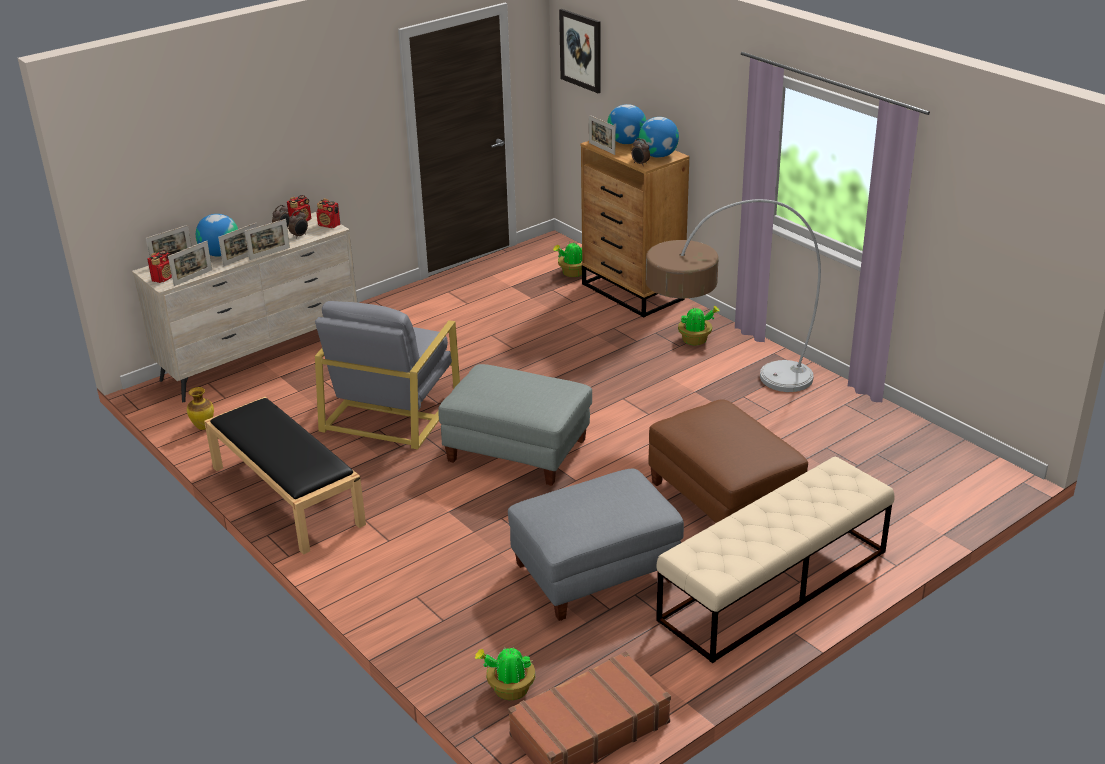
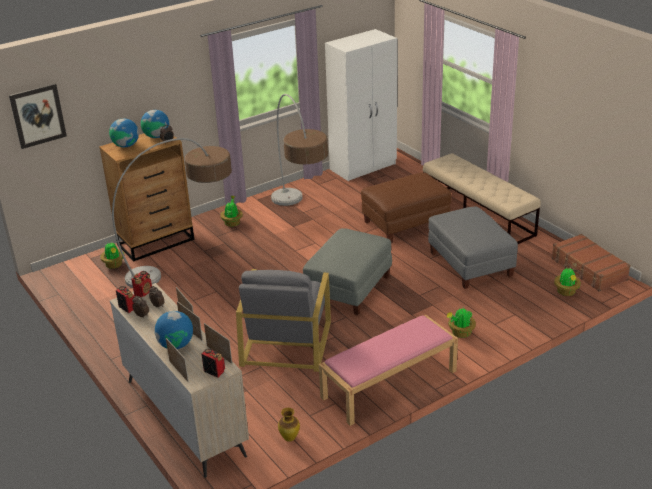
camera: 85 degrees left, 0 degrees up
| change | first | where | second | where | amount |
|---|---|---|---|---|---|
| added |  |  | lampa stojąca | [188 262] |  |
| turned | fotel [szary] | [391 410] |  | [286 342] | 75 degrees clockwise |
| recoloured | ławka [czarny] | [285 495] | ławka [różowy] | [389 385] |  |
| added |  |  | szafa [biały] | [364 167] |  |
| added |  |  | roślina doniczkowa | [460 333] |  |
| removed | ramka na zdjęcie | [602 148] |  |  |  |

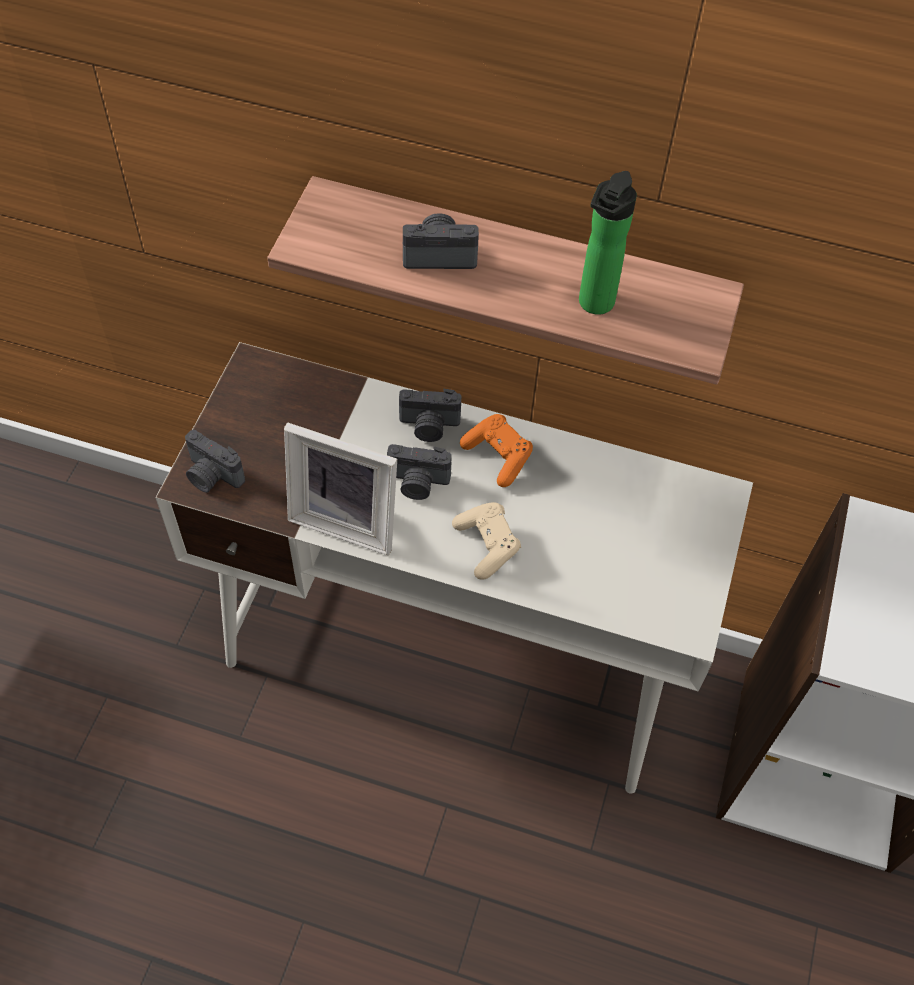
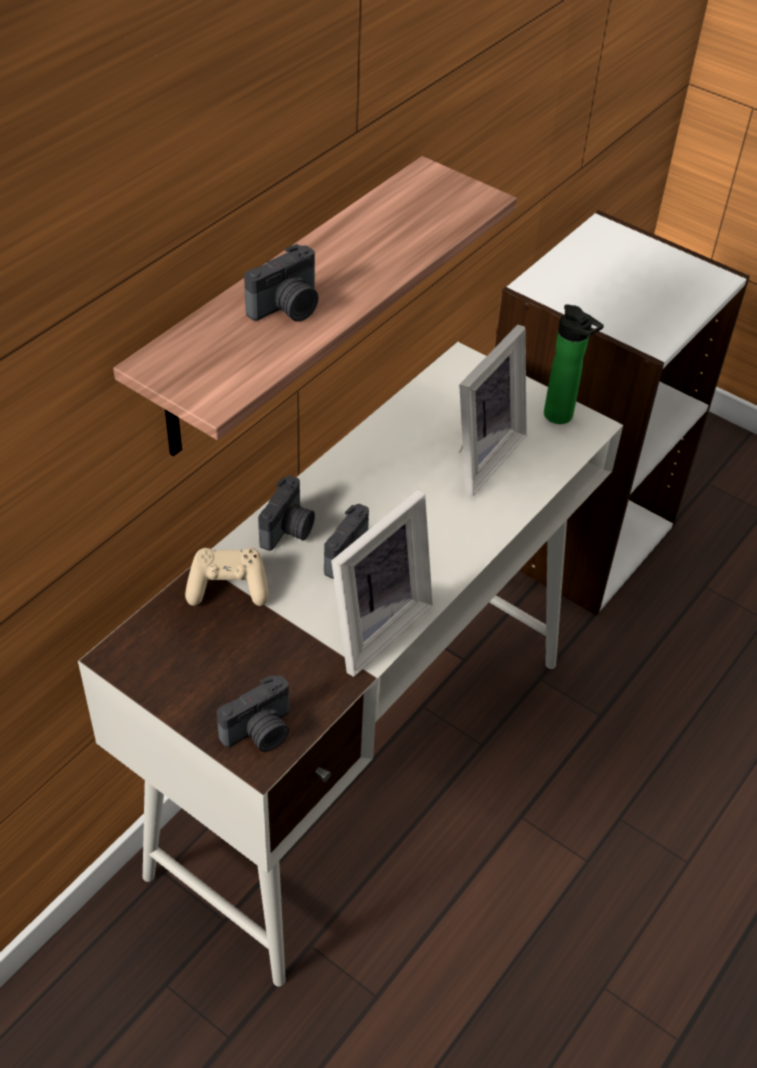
camera: 70 degrees left, 10 degrees down
| change | first | where | second | where | amount |
|---|---|---|---|---|---|
| moved | pad do gier [beżowy] | [487 545] |  | [228 587] |  |
| turned | aparat fotograficzny | [439 254] |  | [288 308] | 150 degrees counterclockwise |
| added |  |  | ramka na zdjęcie | [478 456] |  |
| moved | butelka | [593 305] |  | [561 417] |  |
| removed | pad do gier [pomarańczowy] | [498 456] |  |  |  |

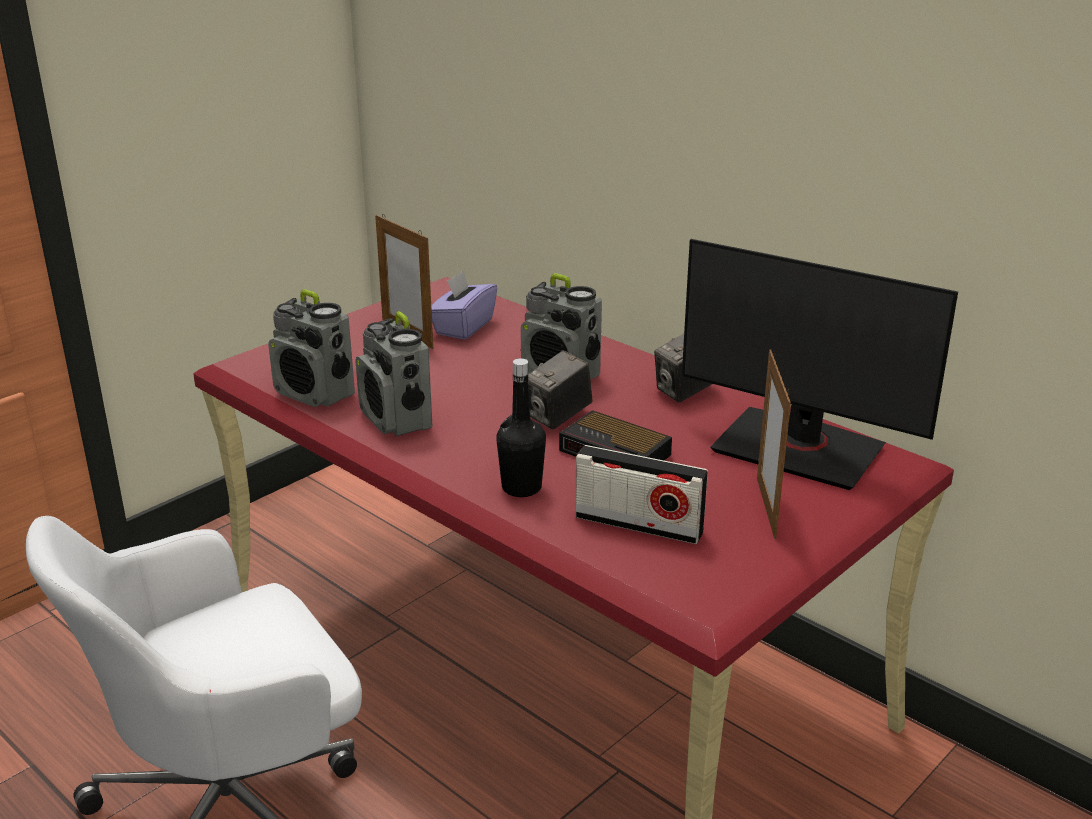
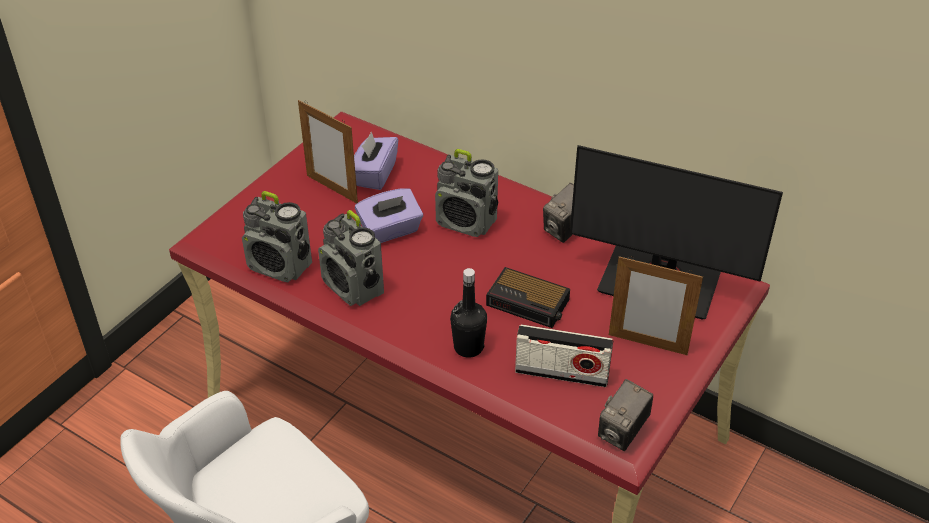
camera: 10 degrees left, 15 degrees up
| change | first | where | second | where | amount |
|---|---|---|---|---|---|
| added |  |  | pudełko chusteczek [fioletowy] | [390 230] |  |
| moved | aparat fotograficzny | [558 417] |  | [622 432] |  |
| turned | ramka na zdjęcie | [766 507] |  | [647 344] | 60 degrees counterclockwise |

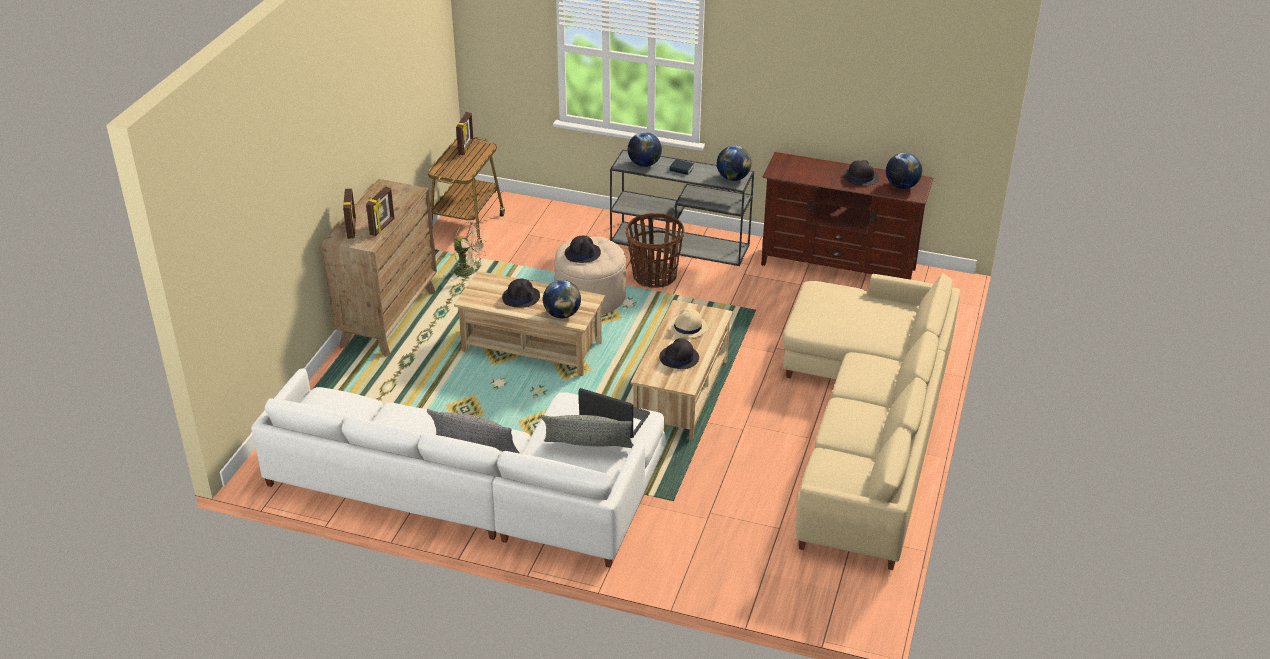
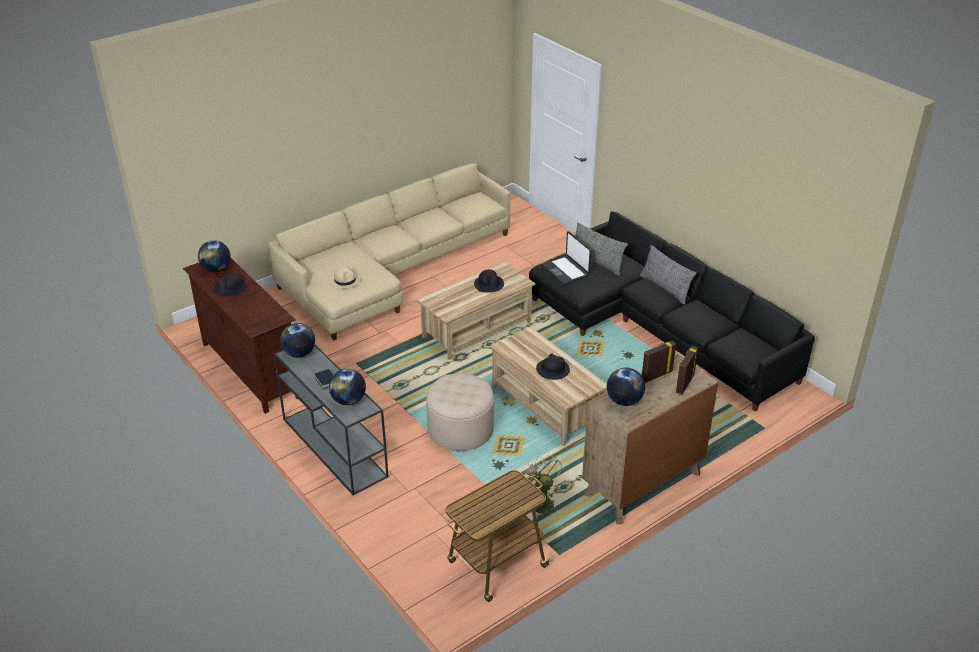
camera: 145 degrees left, 0 degrees up
| change | first | where | second | where | amount |
|---|---|---|---|---|---|
| moved | kapelusz [beżowy] | [688 327] |  | [345 280] |  |
| recoloured | kanapa [biały] | [480 488] | kanapa [czarny] | [657 327] |  |
| moved | globus | [562 314] |  | [624 401] |  |
| removed | ramka na zdjęcie | [466 148] |  |  |  |
| removed | kapelusz [czarny] | [582 253] |  |  |  |
| removed | koszyk | [654 276] |  |  |  |

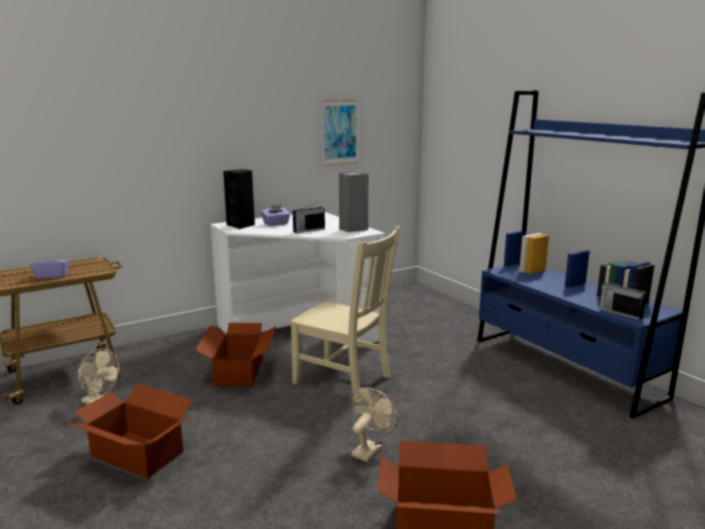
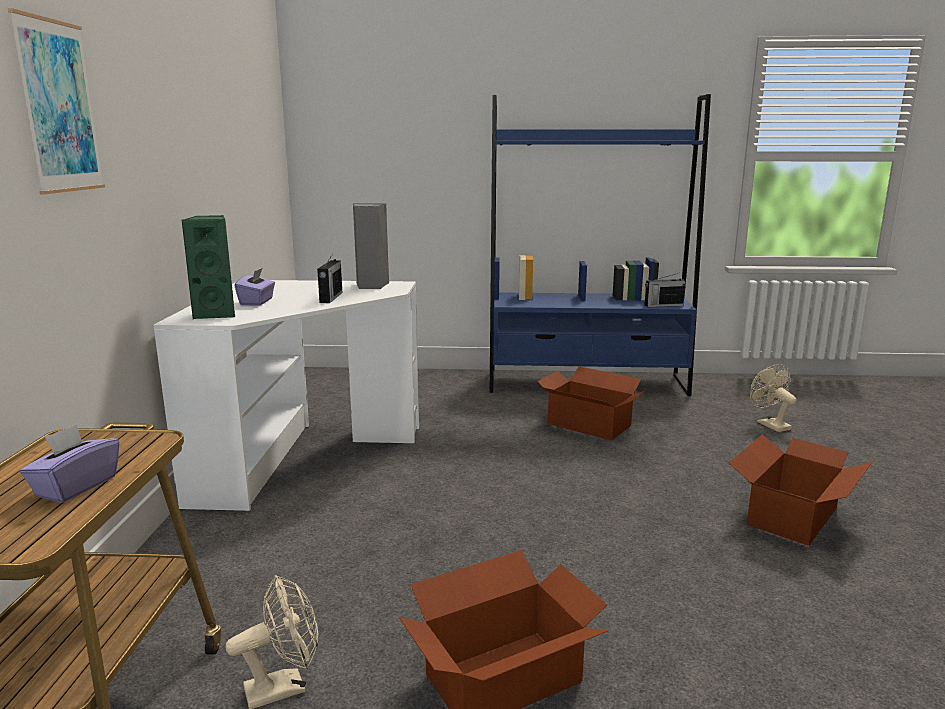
camera: 55 degrees left, 0 degrees up
| change | first | where | second | where | amount |
|---|---|---|---|---|---|
| moved | obraz | [340 132] |  | [59 107] |  |
| recoloured | głośnik [czarny] | [241 225] | głośnik [zielony] | [217 314] |  |
| moved | karton | [240 371] |  | [589 424] |  |
| moved | wentylator [beżowy] | [369 449] |  | [769 424] |  |
| removed | krzesło [beżowy] | [345 380] |  |  |  |

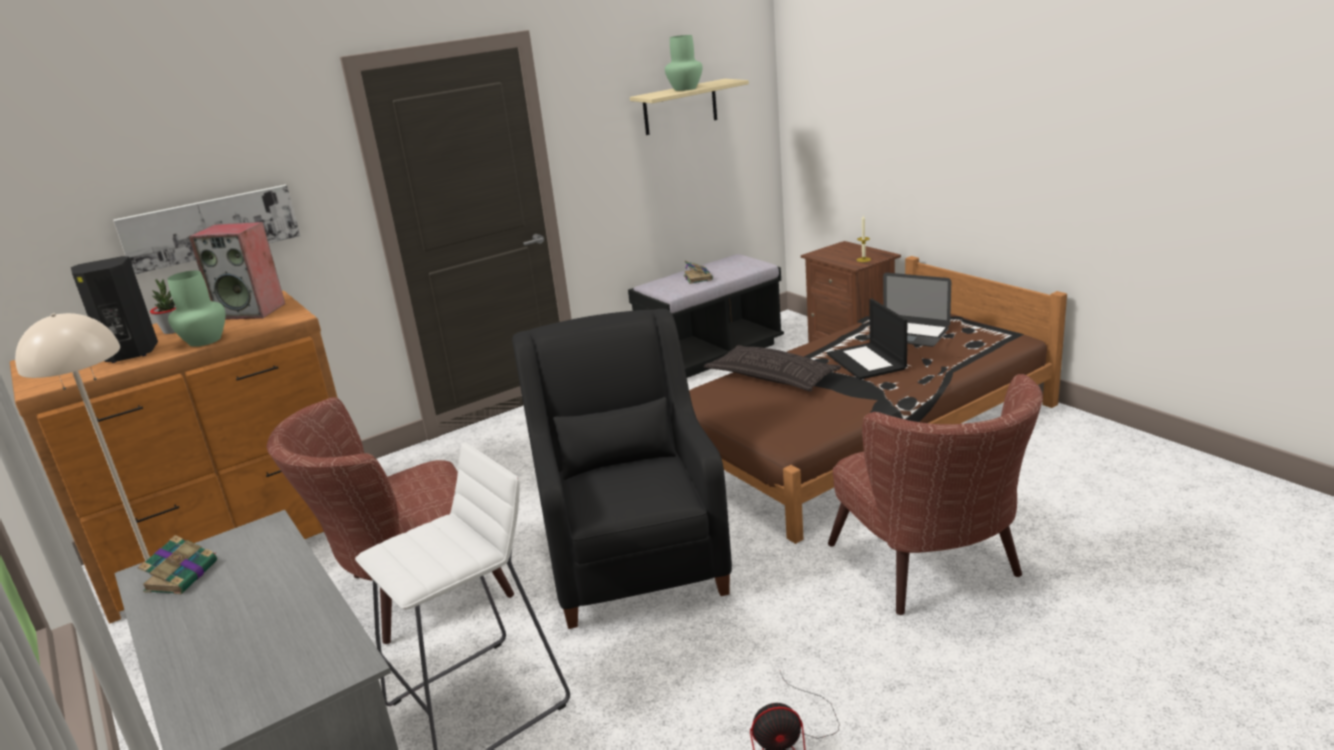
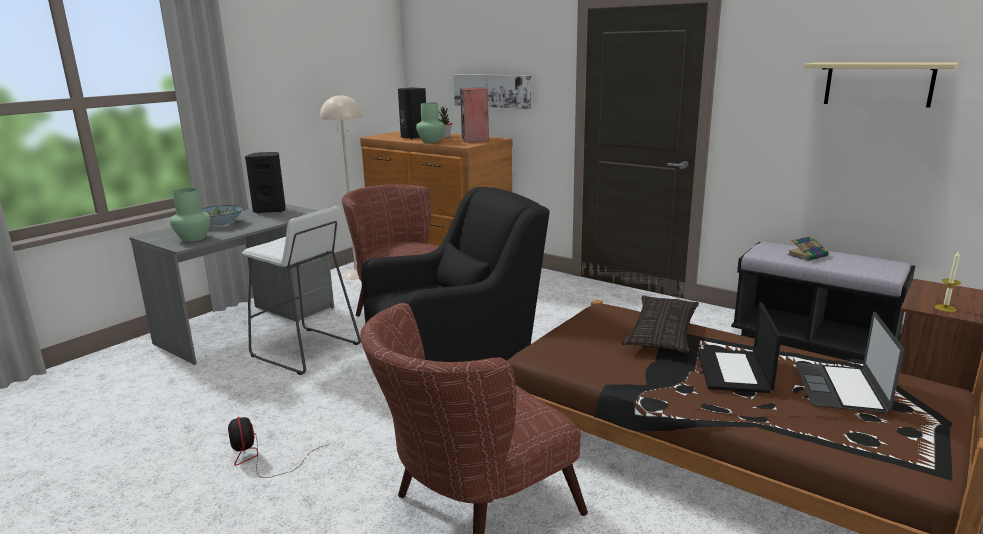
camera: 70 degrees right, 5 degrees down
| change | first | where | second | where | amount |
|---|---|---|---|---|---|
| moved | wazon [zielony] | [685 88] |  | [194 238] |  |
| added |  |  | miska | [220 224] |  |
| replaced | książka | [183 575] | głośnik [czarny] | [271 210] |  |
| turned | laptop | [867 361] |  | [734 371] | 45 degrees counterclockwise |

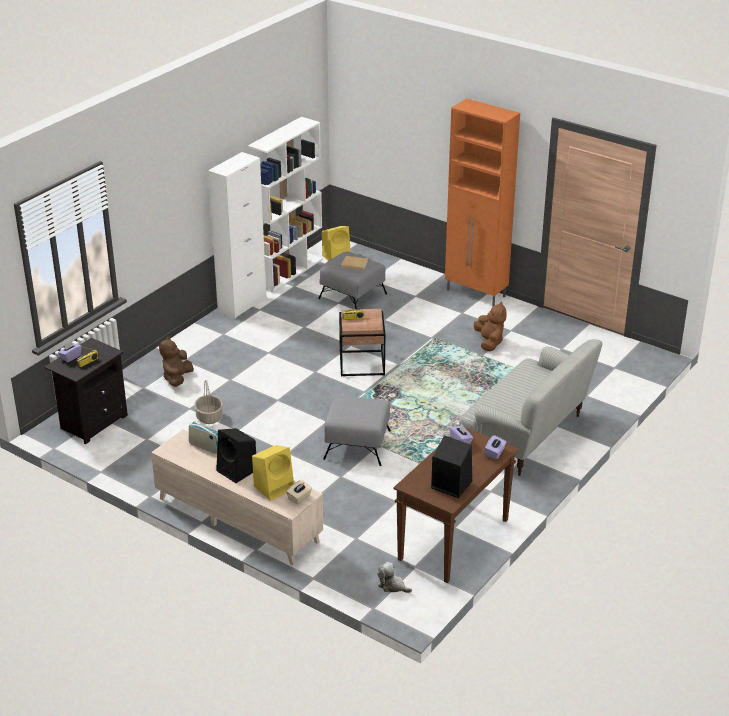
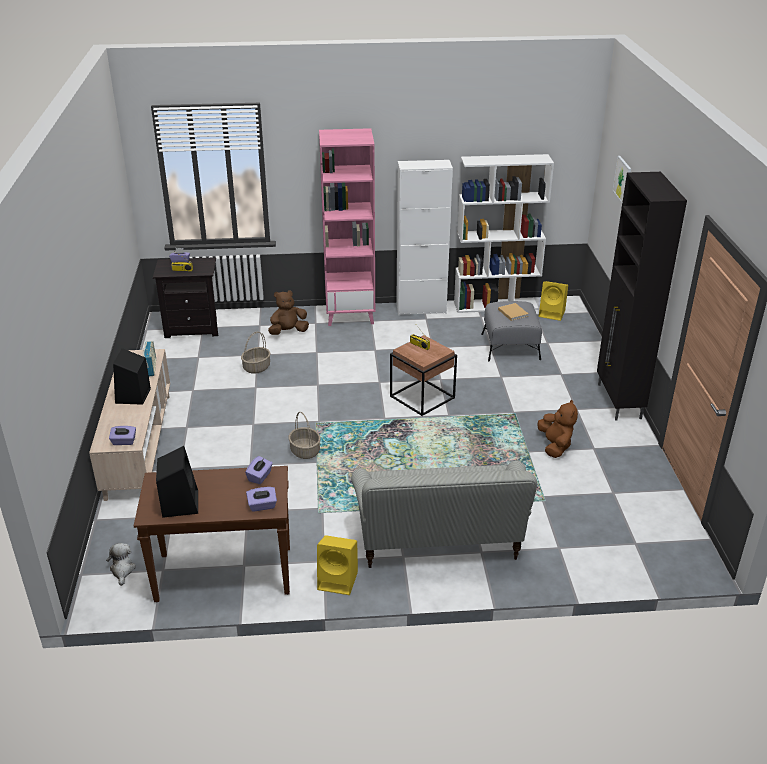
camera: 50 degrees right, 0 degrees up
| change | first | where | second | where | amount |
|---|---|---|---|---|---|
| recoloured | pudełko chusteczek [beżowy] | [299 498] | pudełko chusteczek [fioletowy] | [124 442] |  |
| replaced | pufa [szary] | [357 444] | koszyk | [304 451] |  |
| moved | głośnik [żółty] | [274 487] |  | [339 580] |  |
| added |  |  | regał [różowy] | [350 315] |  |
| turned | pluszak [brązowy] | [489 342] |  | [555 446] | 45 degrees counterclockwise |
| recoloured | szafka [pomarańczowy] | [476 293] | szafka [czarny] | [619 402] |  |
| added |  |  | obraz | [622 180] |  |

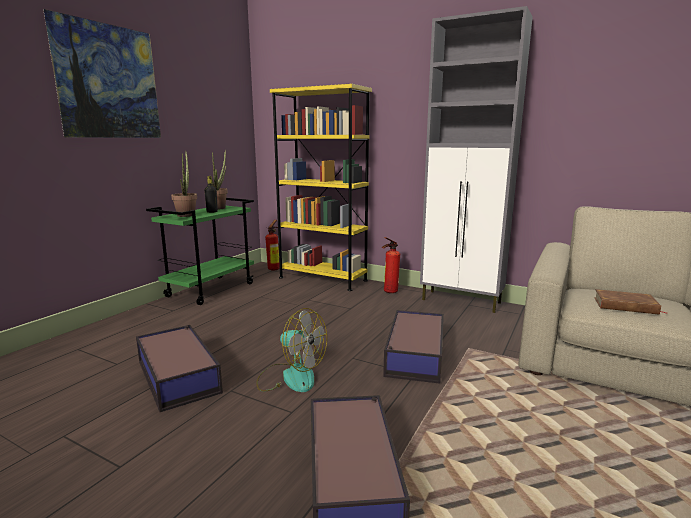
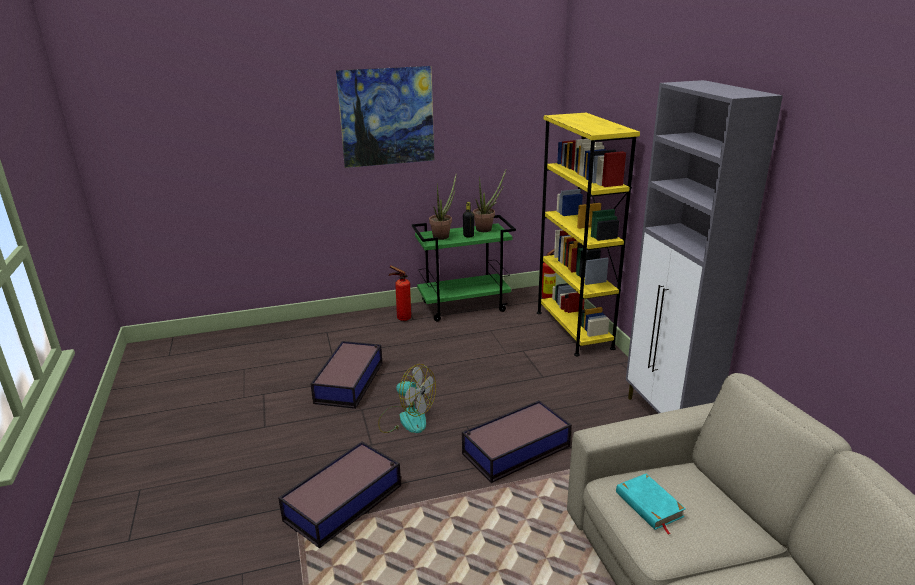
camera: 45 degrees right, 10 degrees up
| change | first | where | second | where | amount |
|---|---|---|---|---|---|
| turned | wentylator | [290 377] |  | [406 418] | 45 degrees counterclockwise |
| moved | gaśnica | [389 292] |  | [401 318] |  |
| recoloured | książka [brązowy] | [625 306] | książka [turkusowy] | [649 505] |  |

